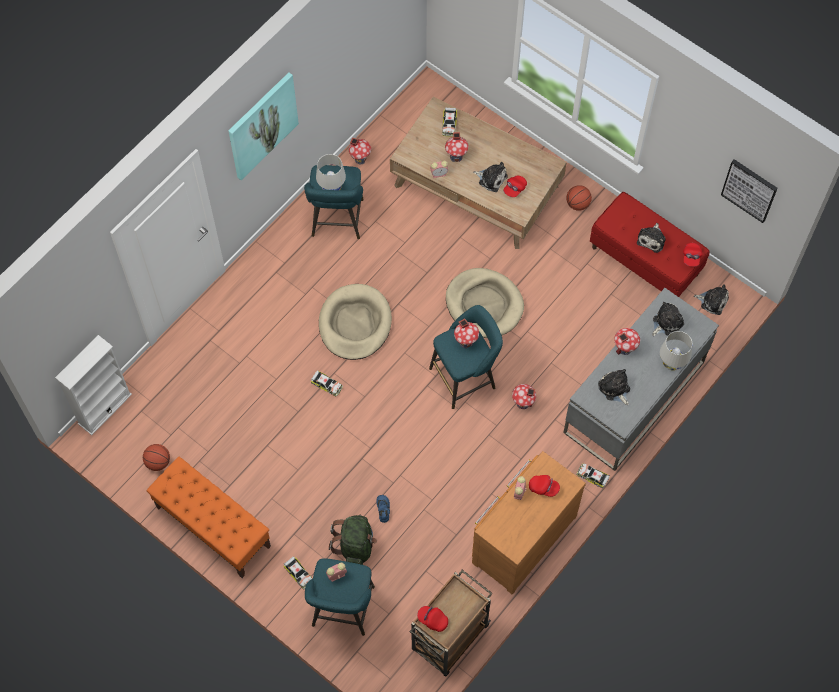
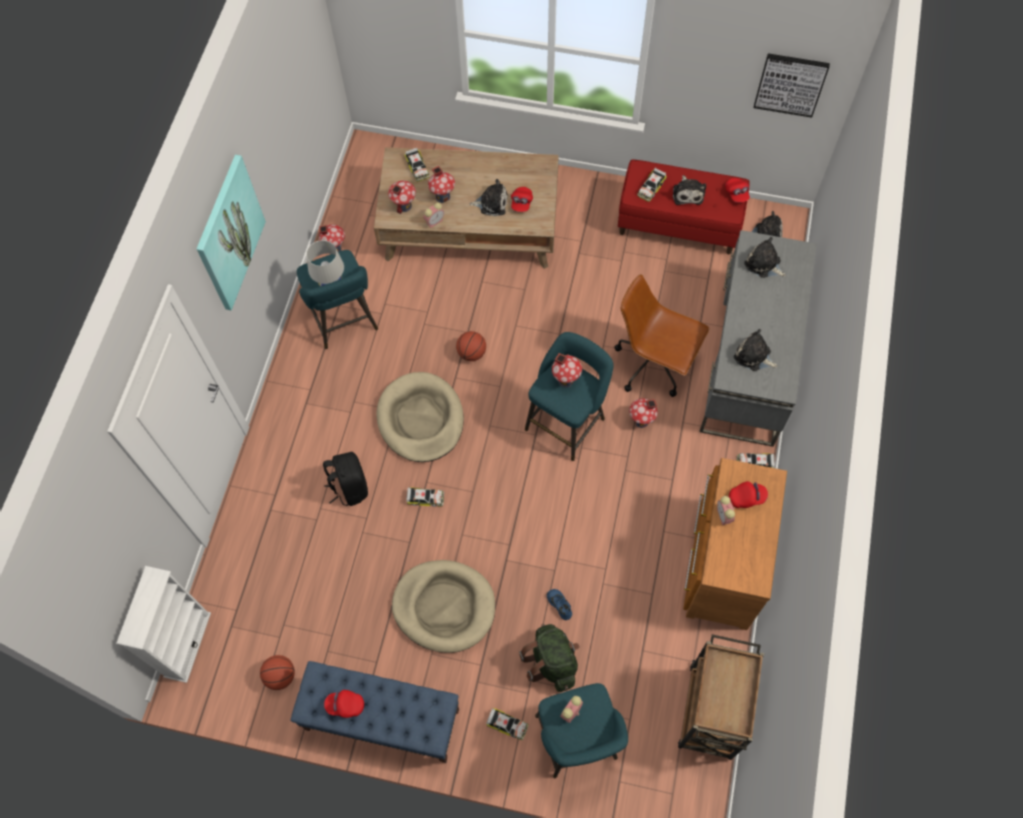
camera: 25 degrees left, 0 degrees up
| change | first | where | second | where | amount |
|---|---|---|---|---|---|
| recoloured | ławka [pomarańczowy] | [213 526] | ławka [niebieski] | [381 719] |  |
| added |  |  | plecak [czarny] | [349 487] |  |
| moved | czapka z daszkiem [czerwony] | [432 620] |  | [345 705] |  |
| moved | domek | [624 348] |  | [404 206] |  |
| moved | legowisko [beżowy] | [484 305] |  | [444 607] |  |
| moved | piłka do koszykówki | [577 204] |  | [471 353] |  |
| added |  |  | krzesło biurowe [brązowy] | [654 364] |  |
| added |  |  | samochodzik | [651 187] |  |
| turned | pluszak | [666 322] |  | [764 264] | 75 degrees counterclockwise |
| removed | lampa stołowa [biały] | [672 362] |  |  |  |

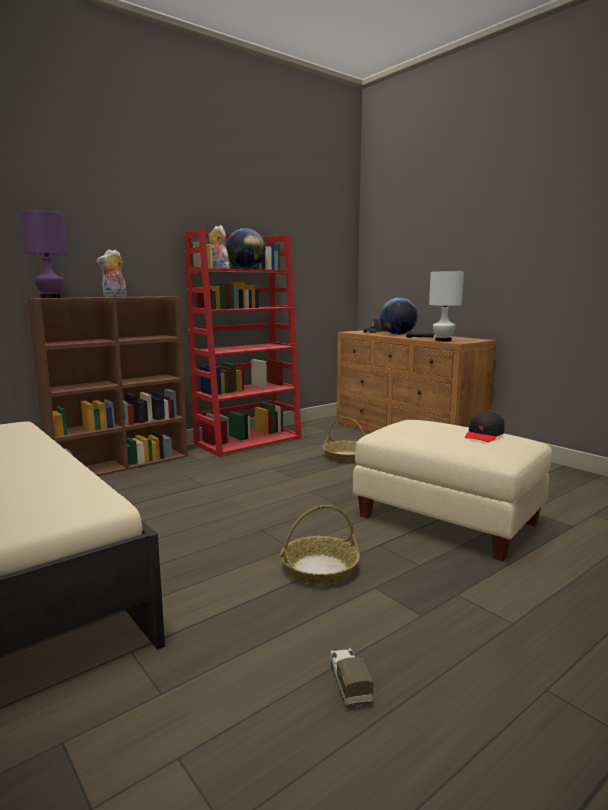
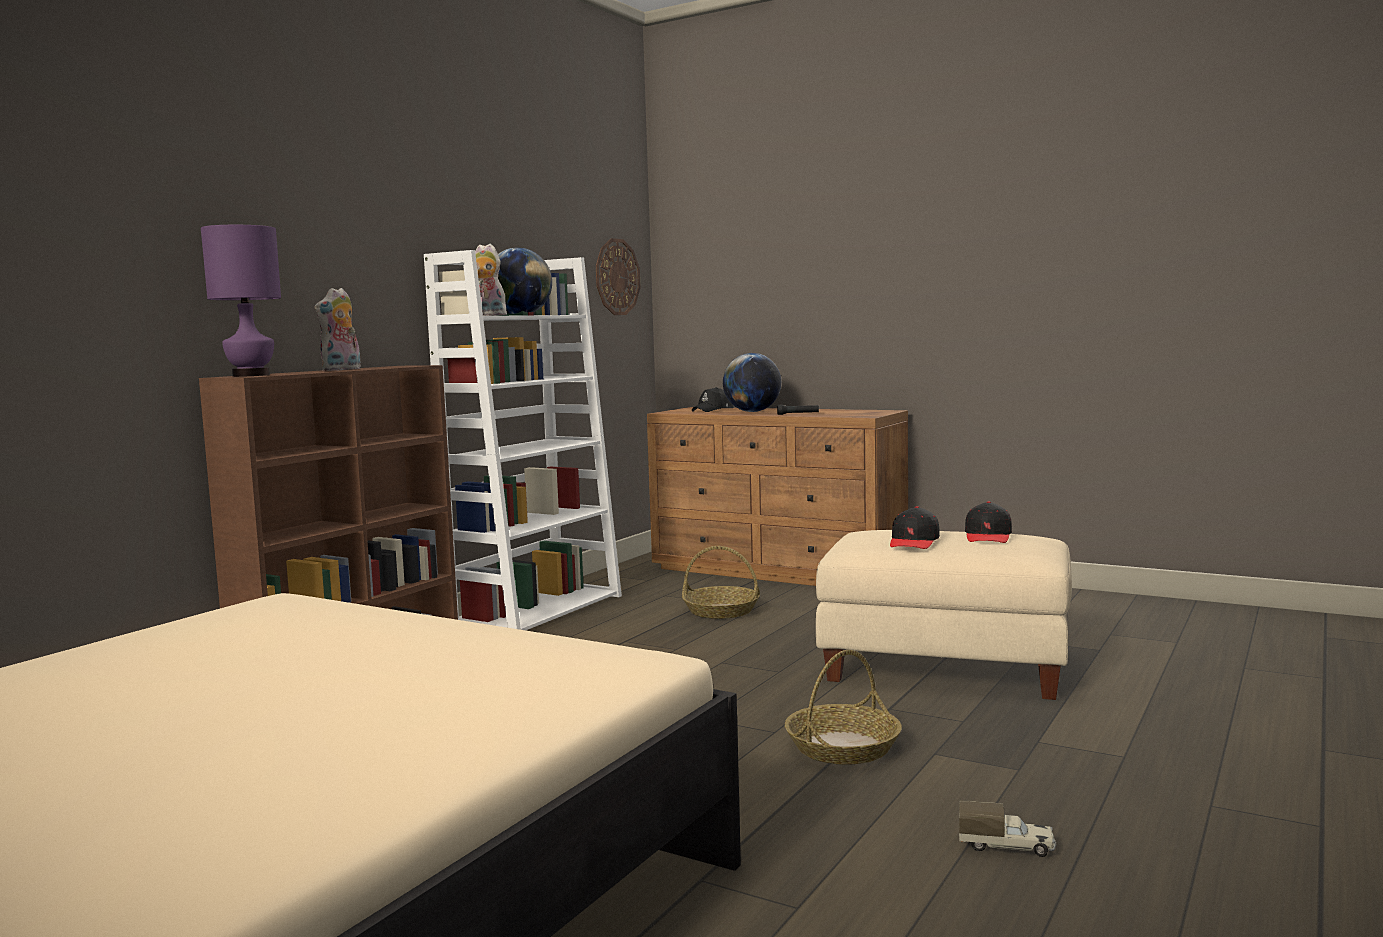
camera: 20 degrees left, 5 degrees down
| change | first | where | second | where | amount |
|---|---|---|---|---|---|
| recoloured | regał [czerwony] | [249 441] | regał [biały] | [538 610] |  |
| added |  |  | zegar ścienny | [617 277] |  |
| added |  |  | czapka z daszkiem [czarny] | [914 542] |  |
| turned | ciężarówka zabawkowa | [349 683] |  | [1006 846] | 135 degrees clockwise |
| removed | lampa stołowa [biały] | [443 340] |  |  |  |

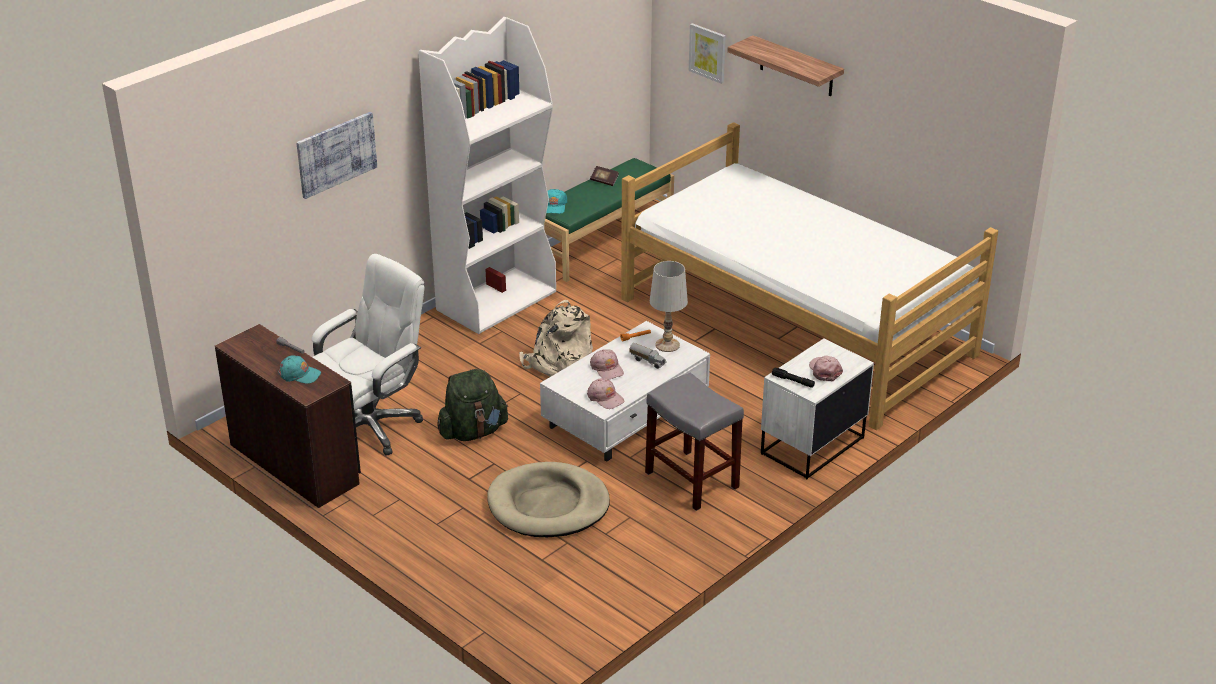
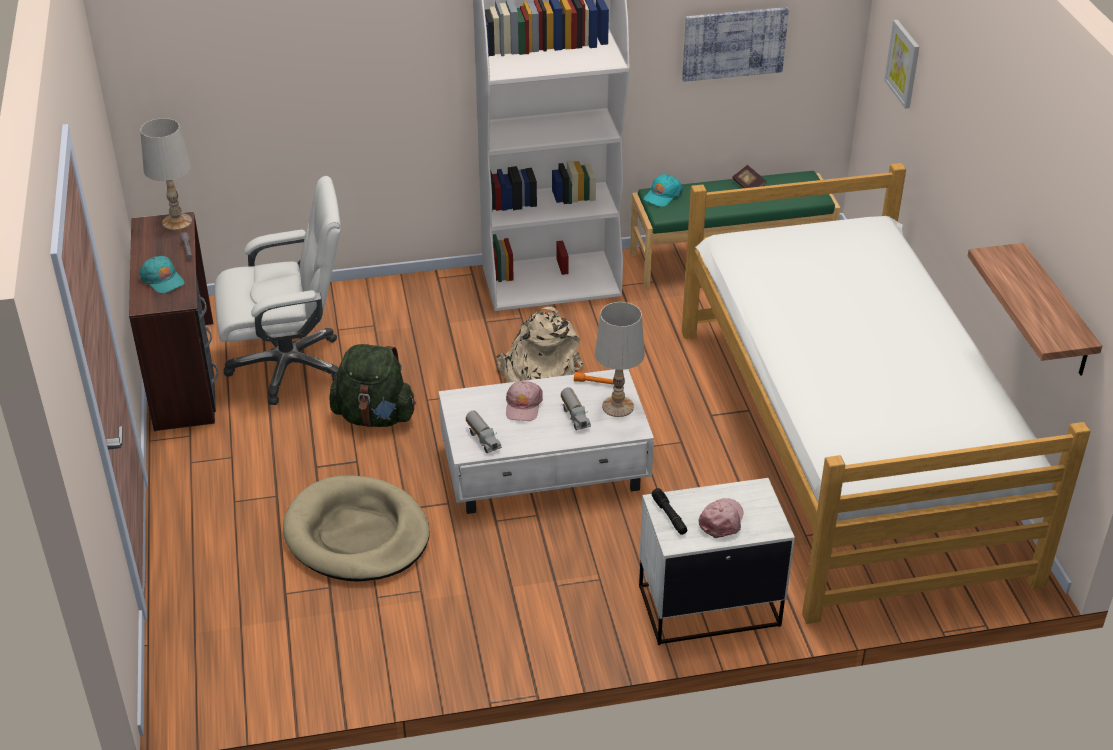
camera: 35 degrees right, 5 degrees up
| change | first | where | second | where | amount |
|---|---|---|---|---|---|
| added |  |  | lampa stołowa [biały] | [177 222] |  |
| replaced | czapka z daszkiem [różowy] | [605 398] | ciężarówka zabawkowa | [483 439] |  |
| moved | obraz | [336 154] |  | [734 43] |  |
| moved | półka | [796 67] |  | [1056 312] |  |
| removed | stołek [szary] | [690 480] |  |  |  |

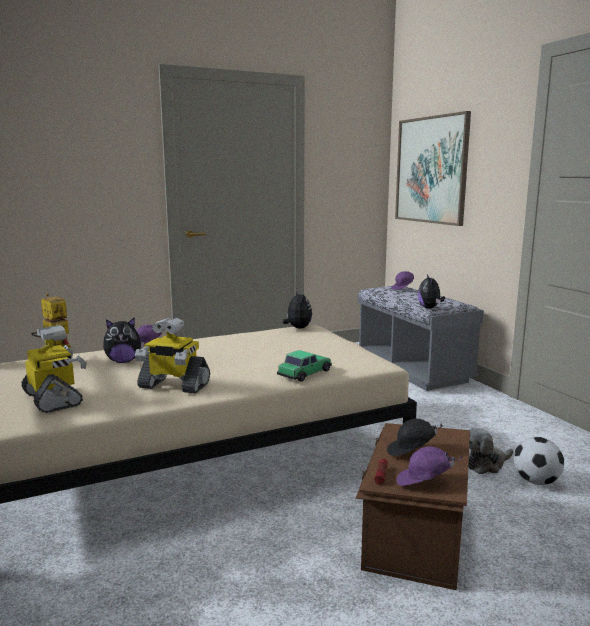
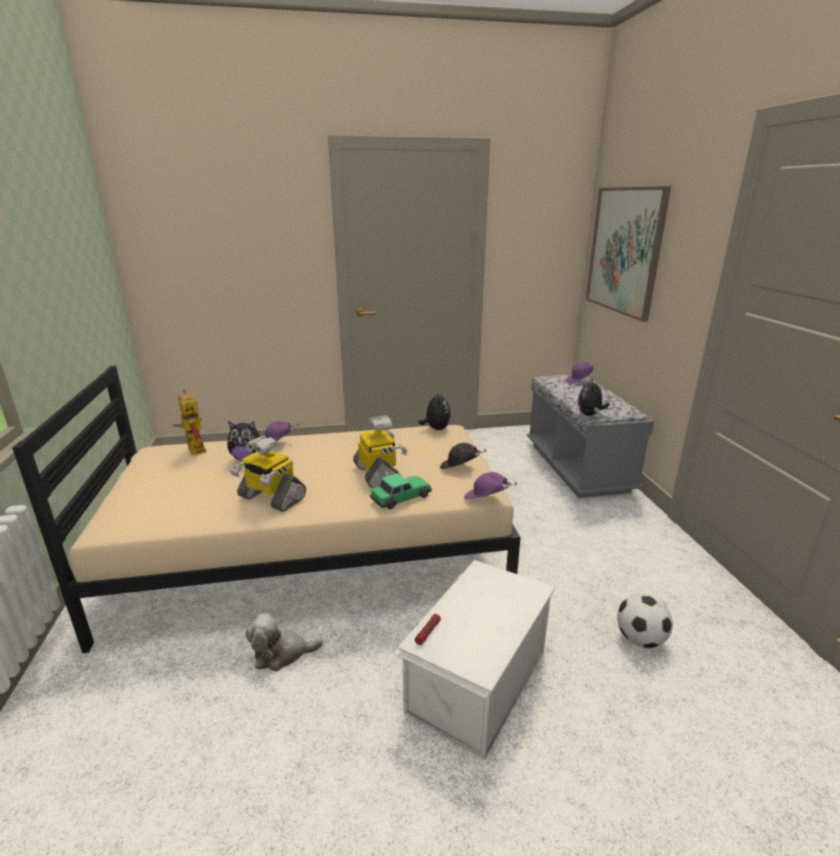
camera: 15 degrees right, 10 degrees up
| change | first | where | second | where | amount |
|---|---|---|---|---|---|
| moved | pluszak | [486 464] |  | [281 654] |  |
| moved | robot zabawkowy | [54 399] |  | [378 475] |  |
| recoloured | pojemnik do przechowywania [brązowy] | [413 534] | pojemnik do przechowywania [biały] | [475 680] |  |
| moved | czapka z daszkiem [czarny] | [411 451] |  | [459 468] |  |
| moved | czapka z daszkiem [fioletowy] | [424 483] |  | [486 499] |  |

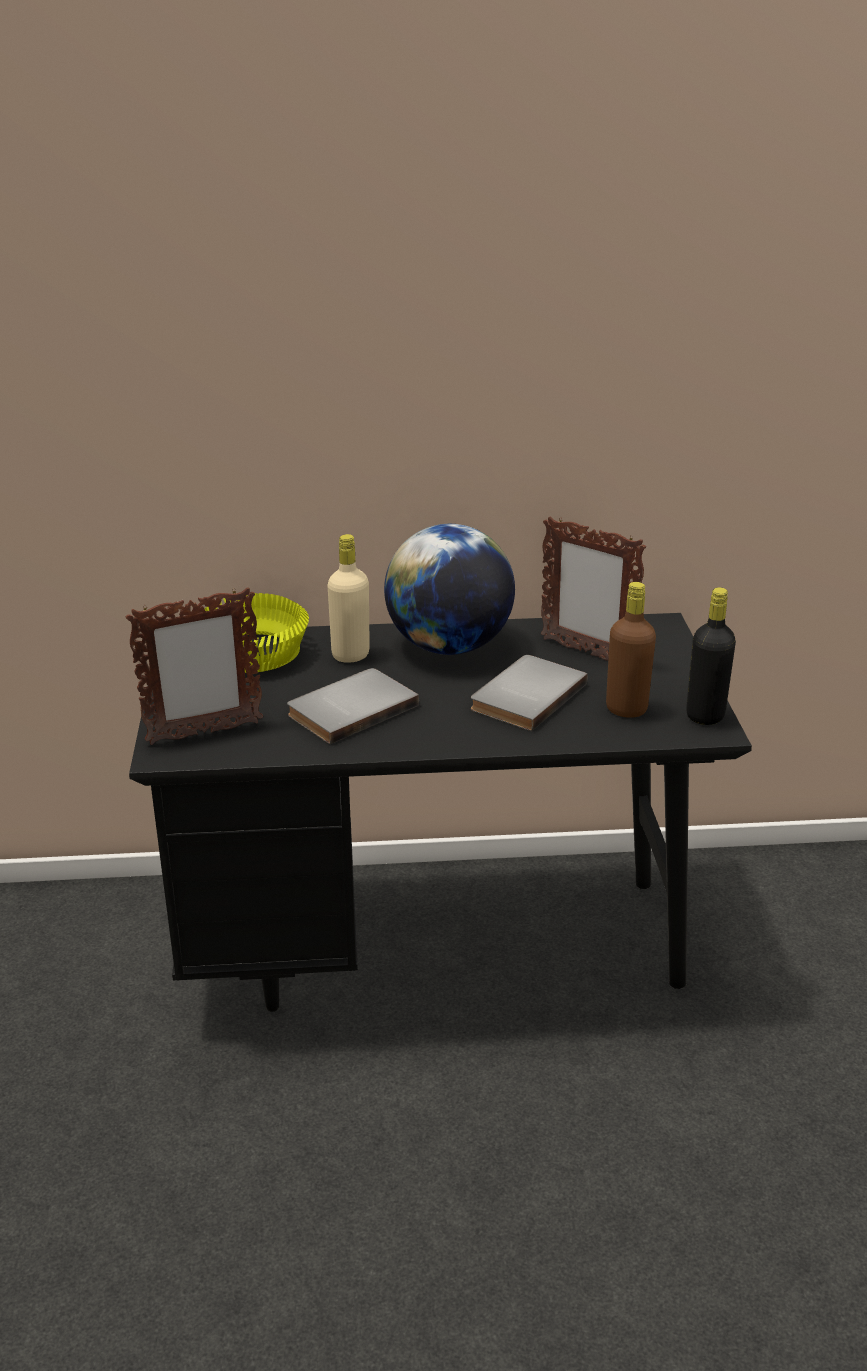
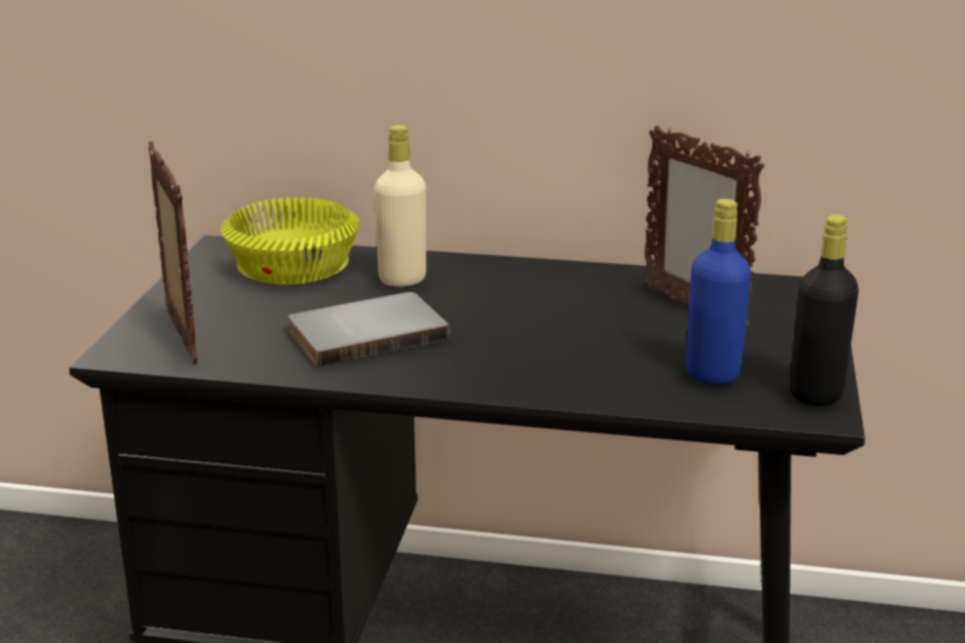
camera: 15 degrees right, 5 degrees down
| change | first | where | second | where | amount |
|---|---|---|---|---|---|
| turned | ramka na zdjęcie | [204 733] |  | [180 338] | 105 degrees counterclockwise |
| recoloured | butelka [brązowy] | [626 709] | butelka [niebieski] | [712 374] |  |
| removed | globus | [449 646] |  |  |  |
| removed | książka [szary] | [525 695] |  |  |  |

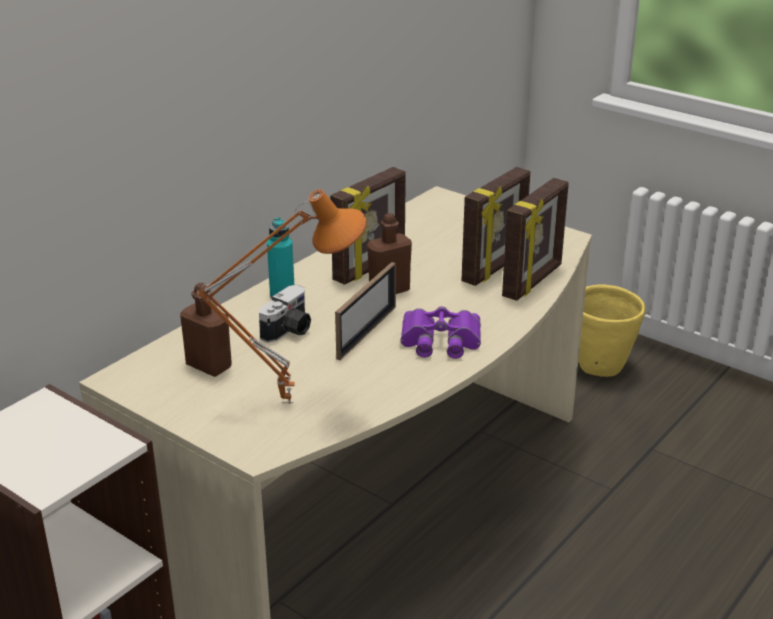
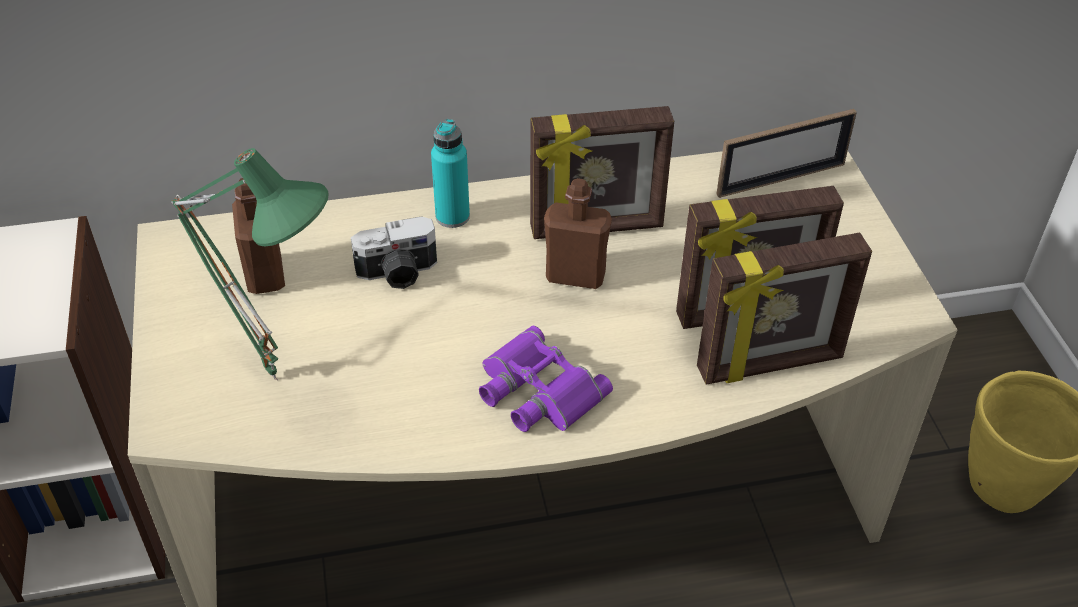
camera: 40 degrees right, 15 degrees up
| change | first | where | second | where | amount |
|---|---|---|---|---|---|
| recoloured | lampa stołowa [pomarańczowy] | [288 400] | lampa stołowa [zielony] | [278 373] |  |
| moved | ramka na zdjęcie | [366 332] |  | [781 179] |  |

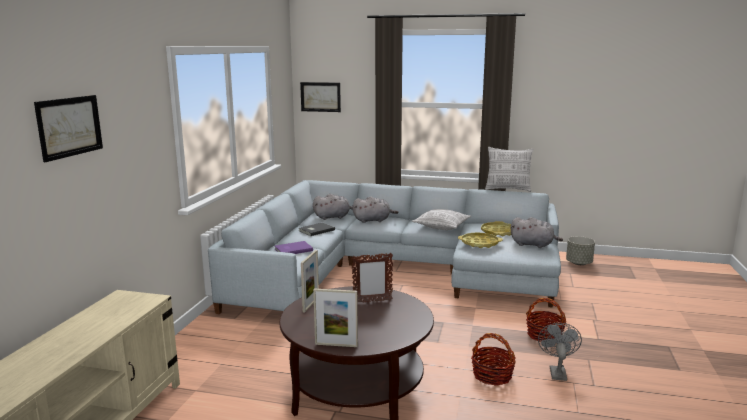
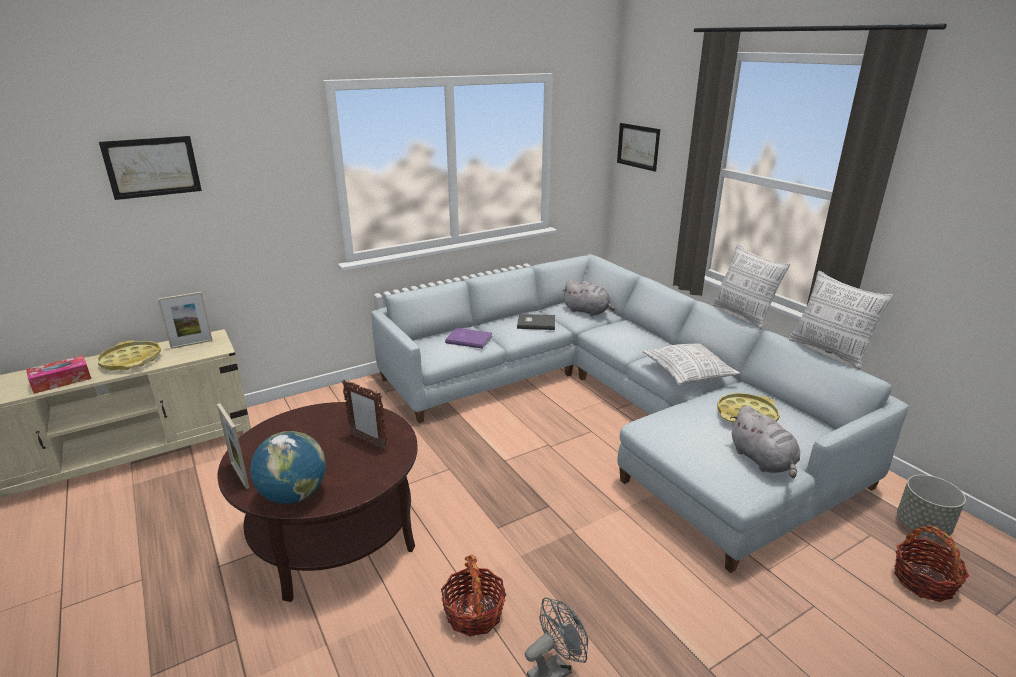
camera: 45 degrees right, 10 degrees up
| change | first | where | second | where | amount |
|---|---|---|---|---|---|
| added |  |  | pudełko chusteczek | [61 381] |  |
| moved | taca [żółty] | [479 243] |  | [131 360] |  |
| moved | ramka na zdjęcie | [311 304] |  | [192 344] |  |
| added |  |  | globus | [294 495] |  |
| added |  |  | poduszka | [742 315] |  |
| moved | koszyk | [544 335] |  | [923 581] |  |
| removed | pluszak [szary] | [373 220] |  |  |  |

